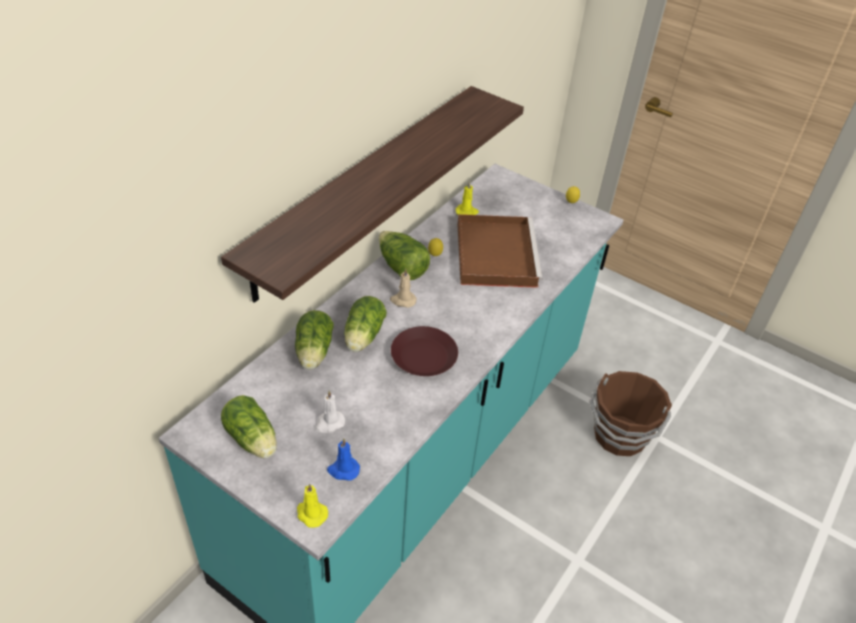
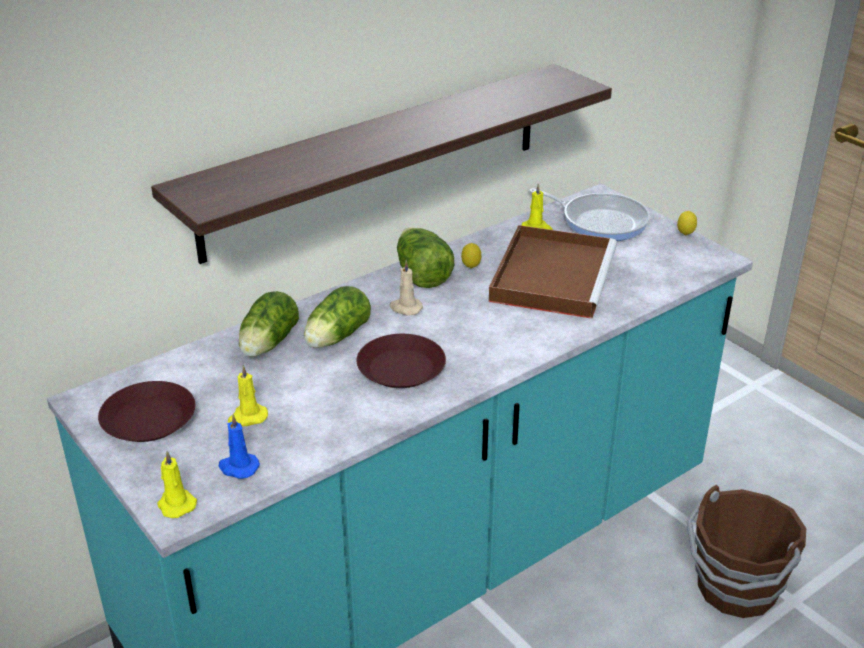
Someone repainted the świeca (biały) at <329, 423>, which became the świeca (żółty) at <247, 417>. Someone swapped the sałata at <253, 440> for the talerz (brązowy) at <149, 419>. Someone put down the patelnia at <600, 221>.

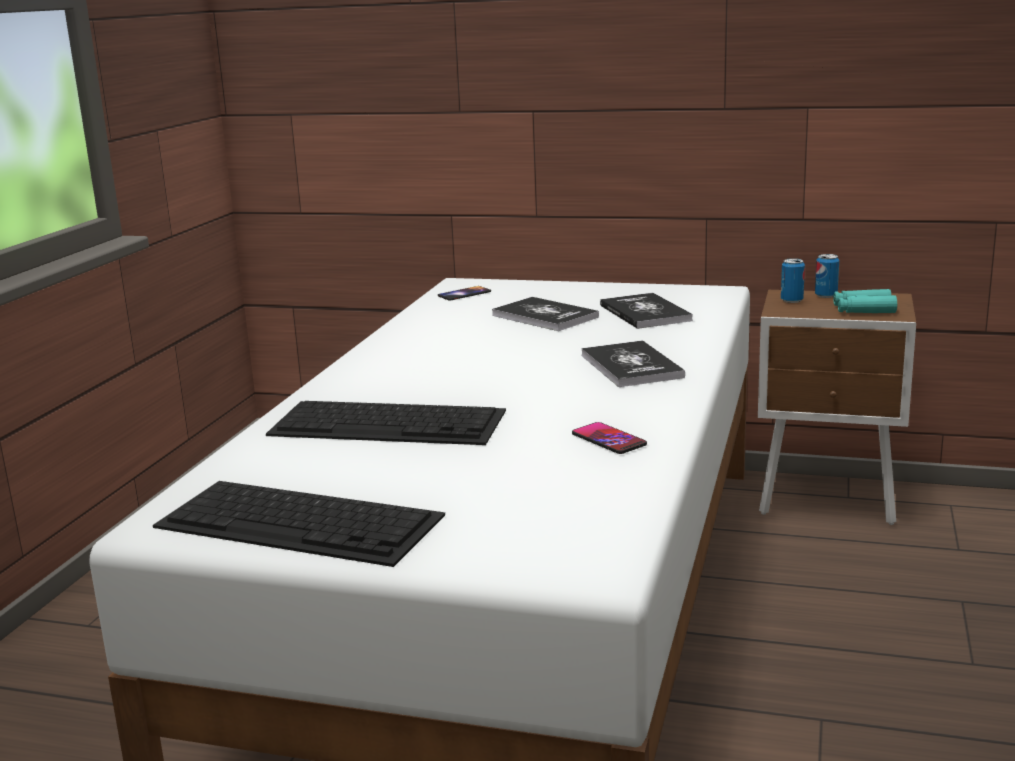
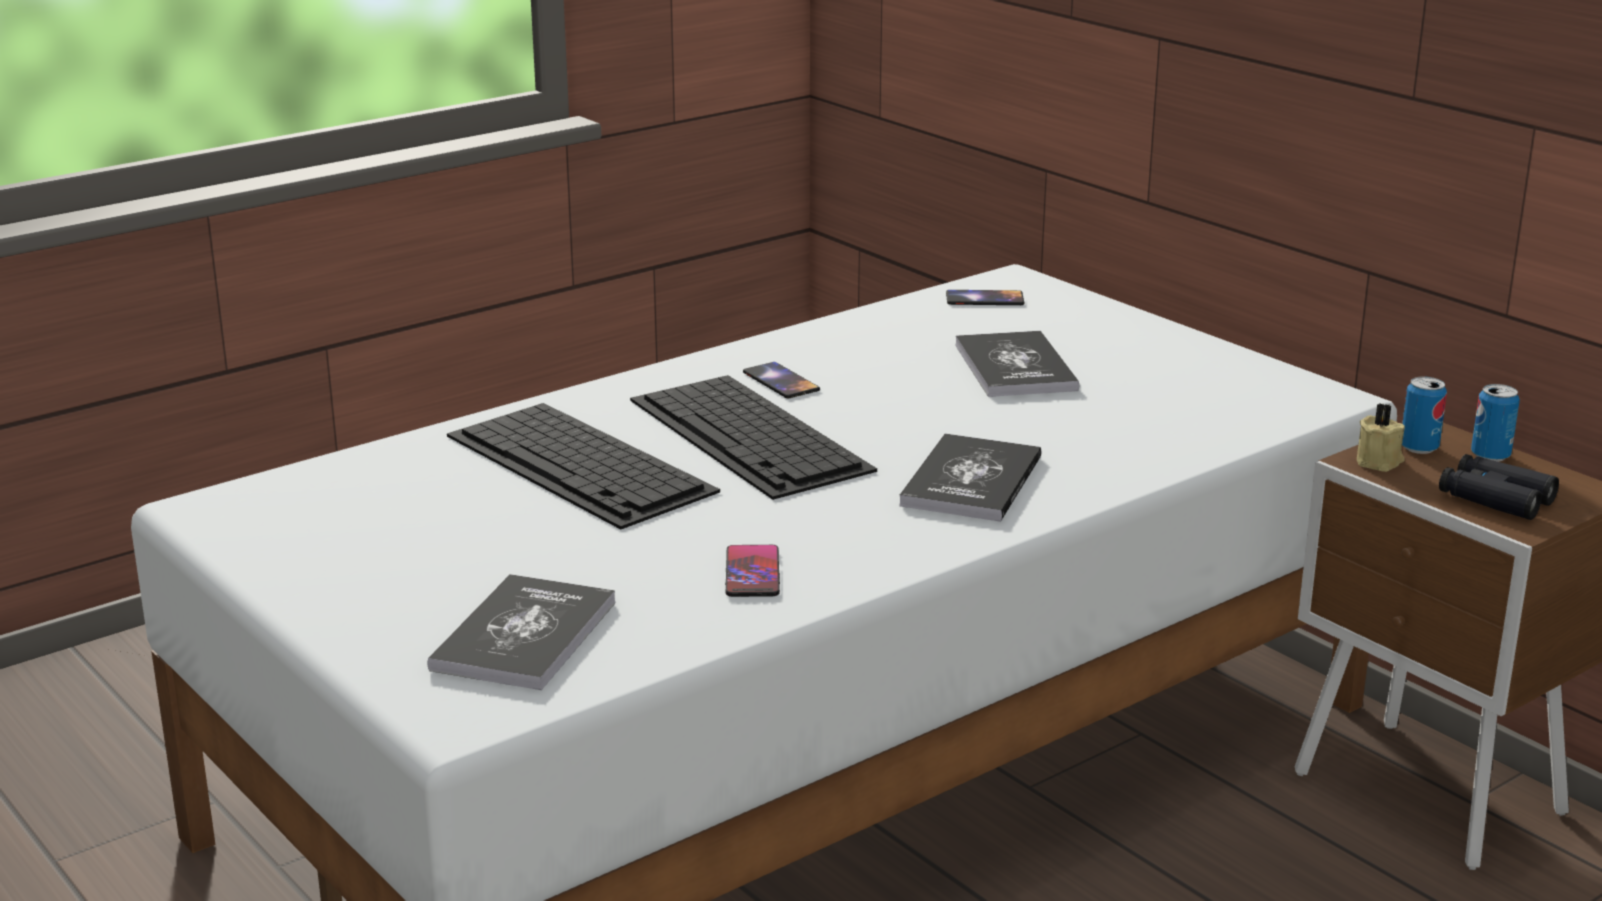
Someone repainted the lornetka (turkusowy) at <863, 309>, which became the lornetka (czarny) at <1495, 498>. Someone carried the książka from <645, 313> to <524, 635>. Someone carried the klawiatura from <302, 521> to <751, 435>. Someone put down the telefon at <781, 381>. Someone put down the świeca (beżowy) at <1380, 462>.

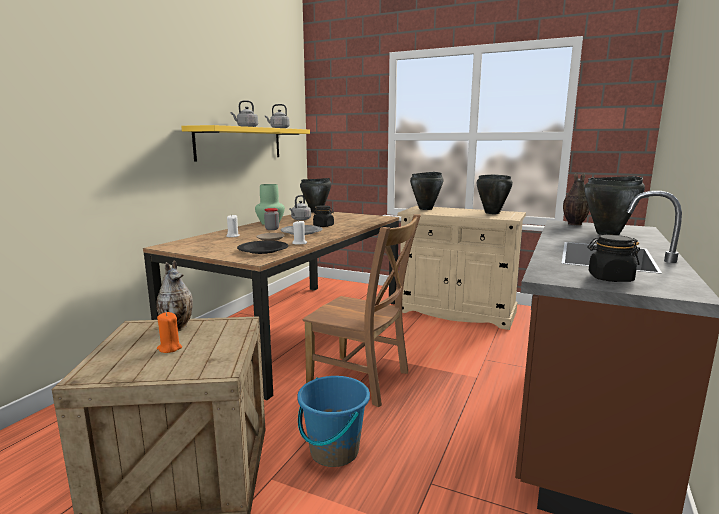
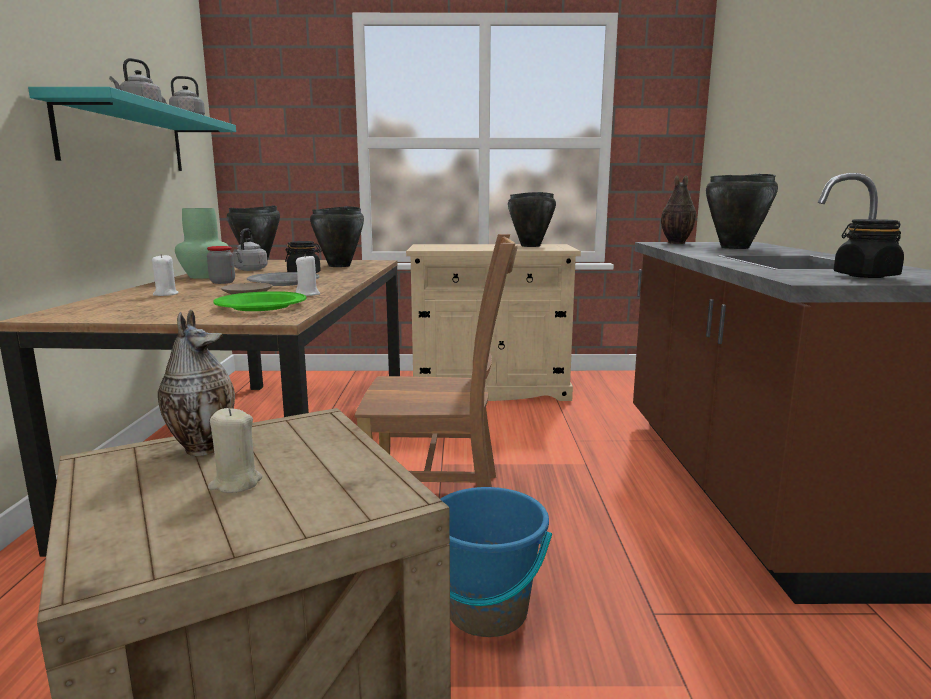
Someone repainted the półka (żółty) at <240, 143>, which became the półka (turkusowy) at <125, 138>. Someone carried the garnek (czarny) from <426, 209> to <340, 266>. Someone repainted the talerz (czarny) at <262, 250>, which became the talerz (zielony) at <260, 306>. Someone repainted the świeca (pomarańczowy) at <169, 348>, which became the świeca (beżowy) at <235, 483>.

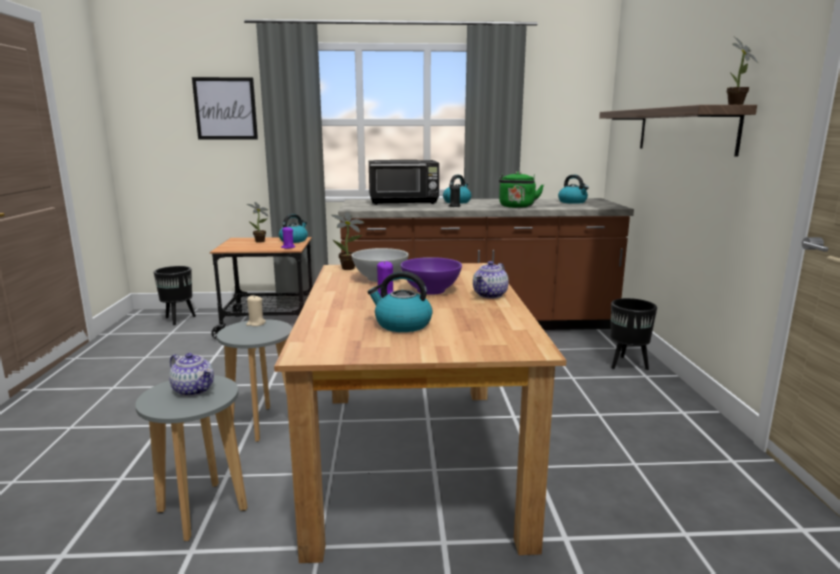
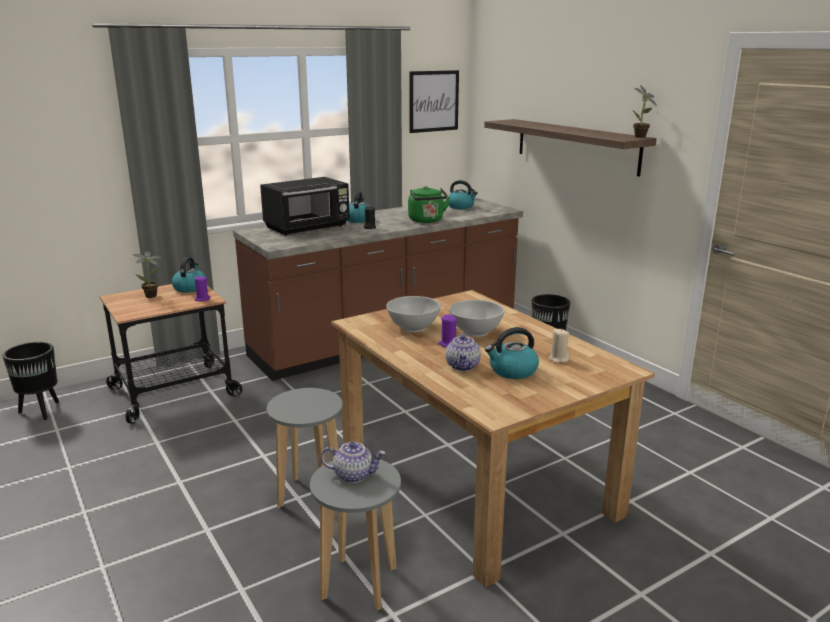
Someone carried the obraz from <225, 108> to <433, 101>. Someone took away the roślina doniczkowa at <350, 268>. Someone repainted the miska (fioletowy) at <430, 290>, which became the miska (biały) at <476, 332>. Someone carried the imbryk from <490, 295> to <463, 366>. Someone carried the świeca (beżowy) from <256, 323> to <558, 359>.

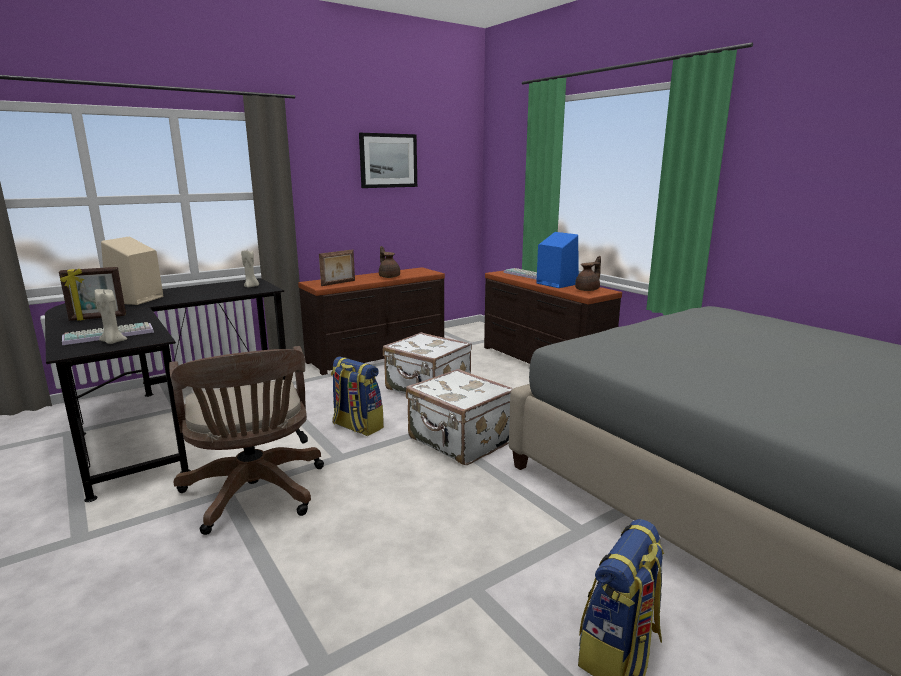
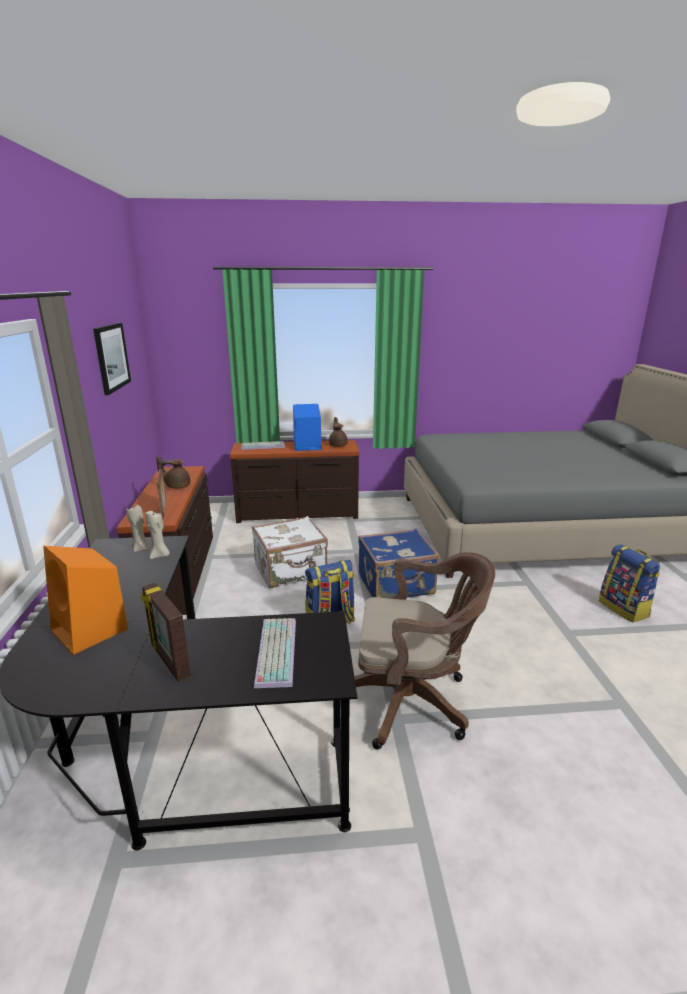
Someone repainted the głośnik (beżowy) at <134, 300>, which became the głośnik (pomarańczowy) at <91, 630>. Someone rotated the ramka na zdjęcie at <98, 318> by 135 degrees clockwise. Someone carried the świeca (beżowy) from <113, 342> to <160, 556>. Someone repainted the walizka (biały) at <460, 441>, which became the walizka (niebieski) at <396, 585>.

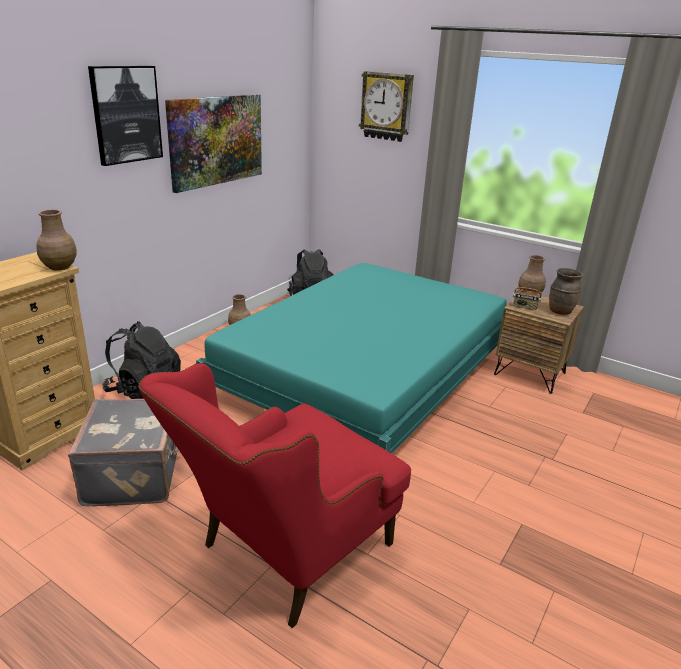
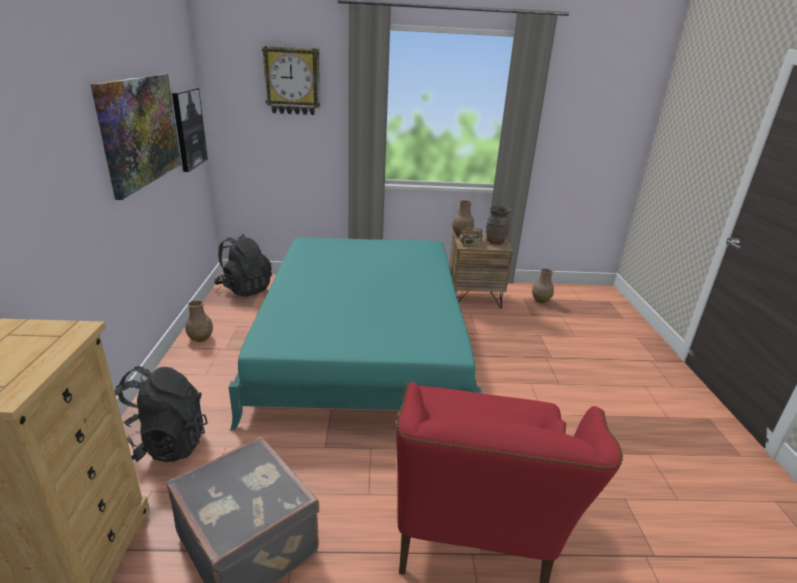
Someone carried the obraz from <126, 114> to <188, 129>. Someone carried the wazon (brązowy) from <60, 267> to <540, 300>.

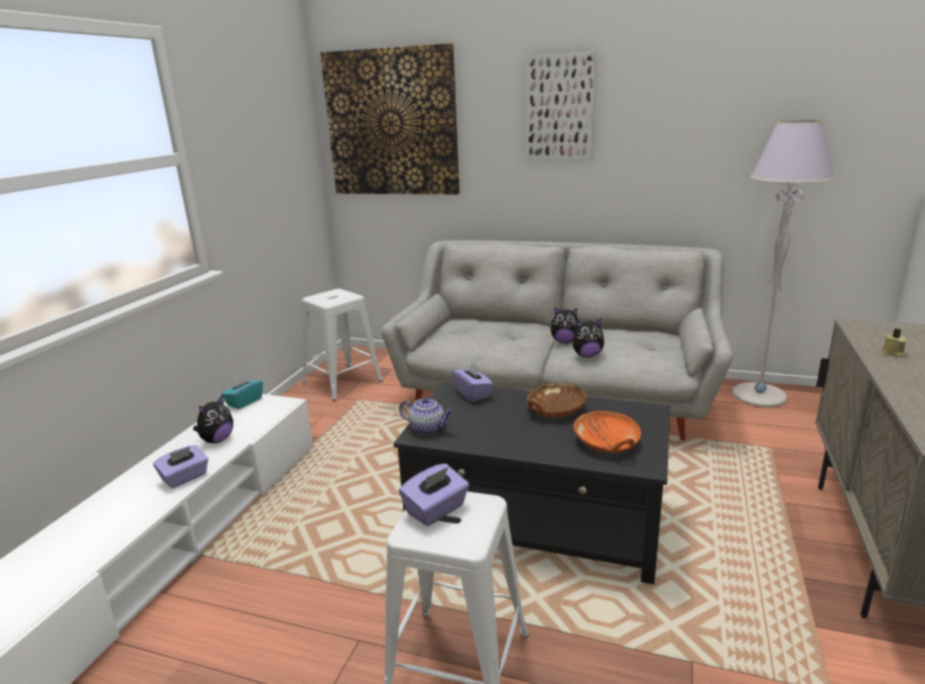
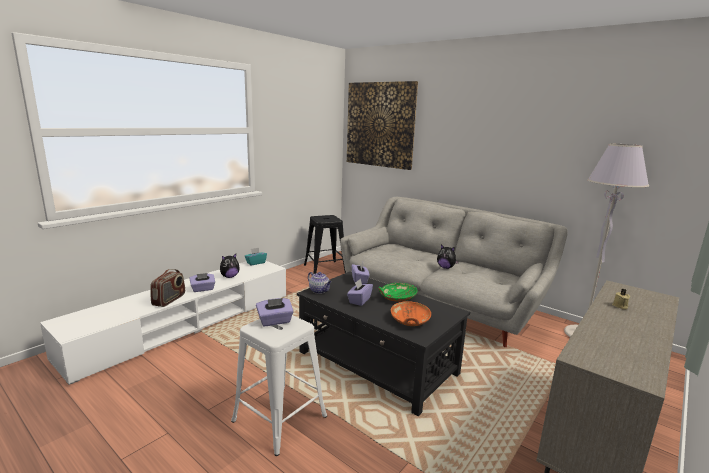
Someone took away the obraz at <560, 108>. Someone repainted the stołek (biały) at <342, 382>, which became the stołek (czarny) at <325, 269>. Someone took away the pluszak at <587, 355>. Someone repainted the miska (brązowy) at <555, 409>, which became the miska (zielony) at <397, 298>. Someone put down the radio at <169, 300>. Someone put down the pudełko chusteczek (fioletowy) at <359, 300>.

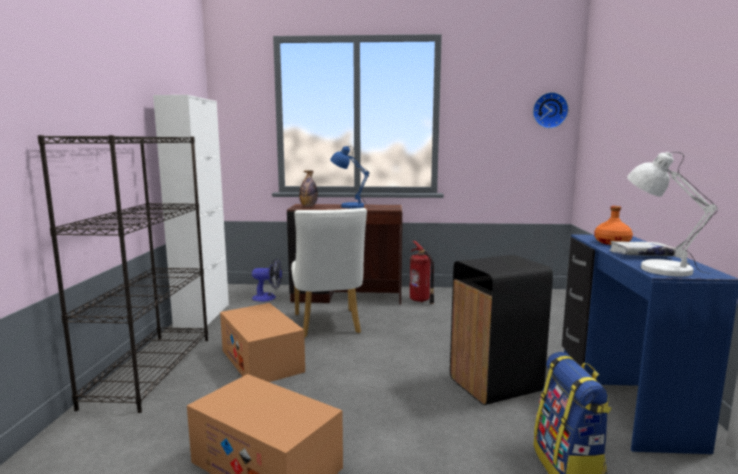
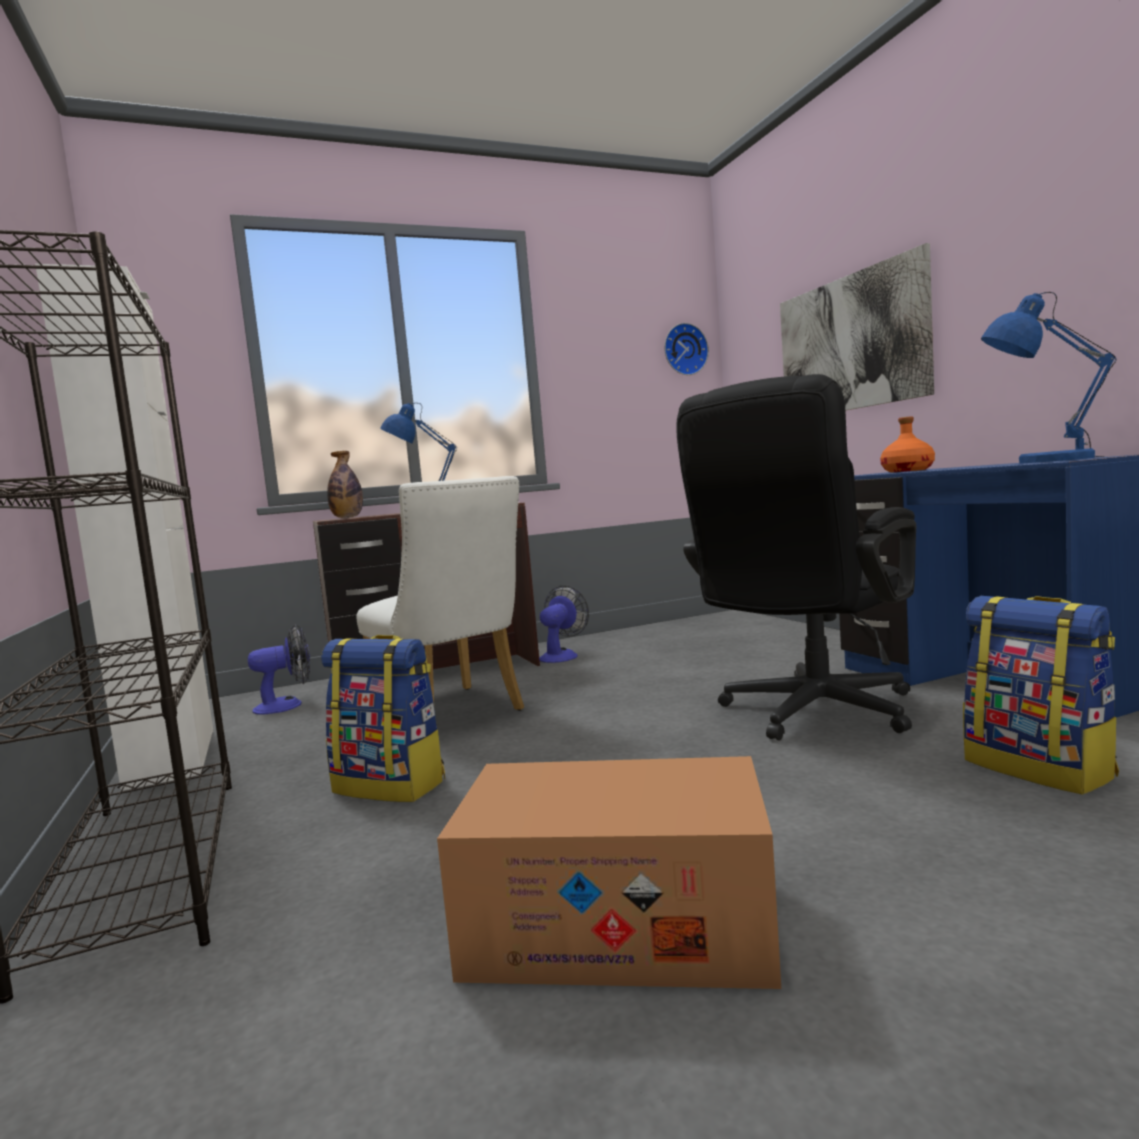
Someone repainted the lampa stołowa (biały) at <659, 269>, which became the lampa stołowa (niebieski) at <1045, 461>. Someone swapped the gaśnica at <420, 300> for the wentylator at <562, 655>. Someone took away the książka (biały) at <640, 255>. Someone swapped the kosz na śmieci (czarny) at <494, 385> for the krzesło biurowe (czarny) at <808, 715>. Someone swapped the karton at <262, 360> for the plecak at <391, 785>. Someone put up the obraz at <850, 343>.

